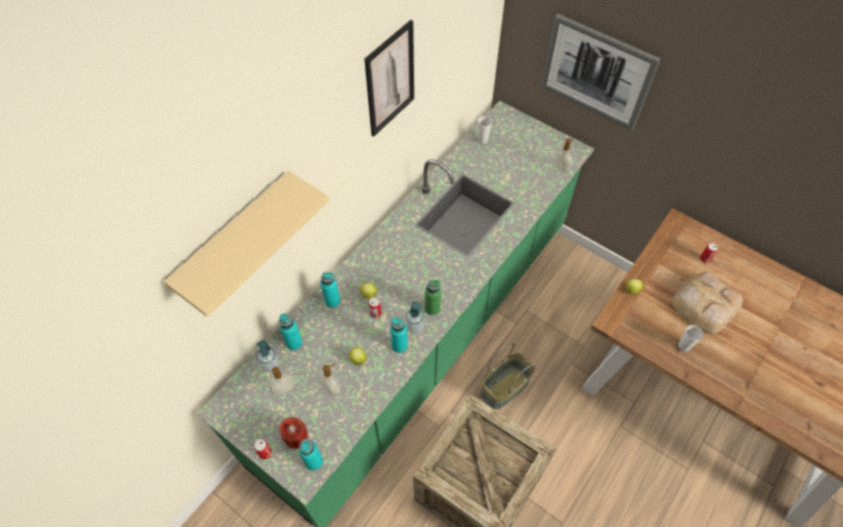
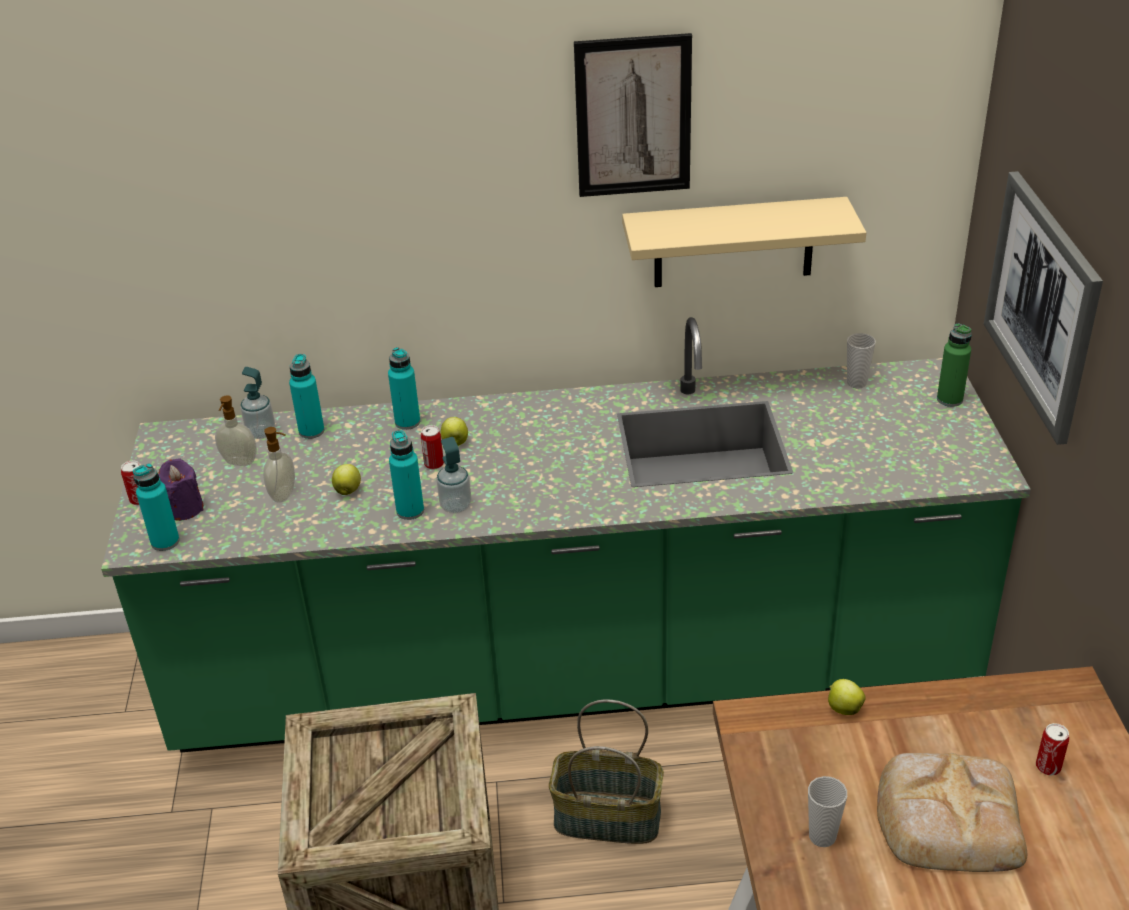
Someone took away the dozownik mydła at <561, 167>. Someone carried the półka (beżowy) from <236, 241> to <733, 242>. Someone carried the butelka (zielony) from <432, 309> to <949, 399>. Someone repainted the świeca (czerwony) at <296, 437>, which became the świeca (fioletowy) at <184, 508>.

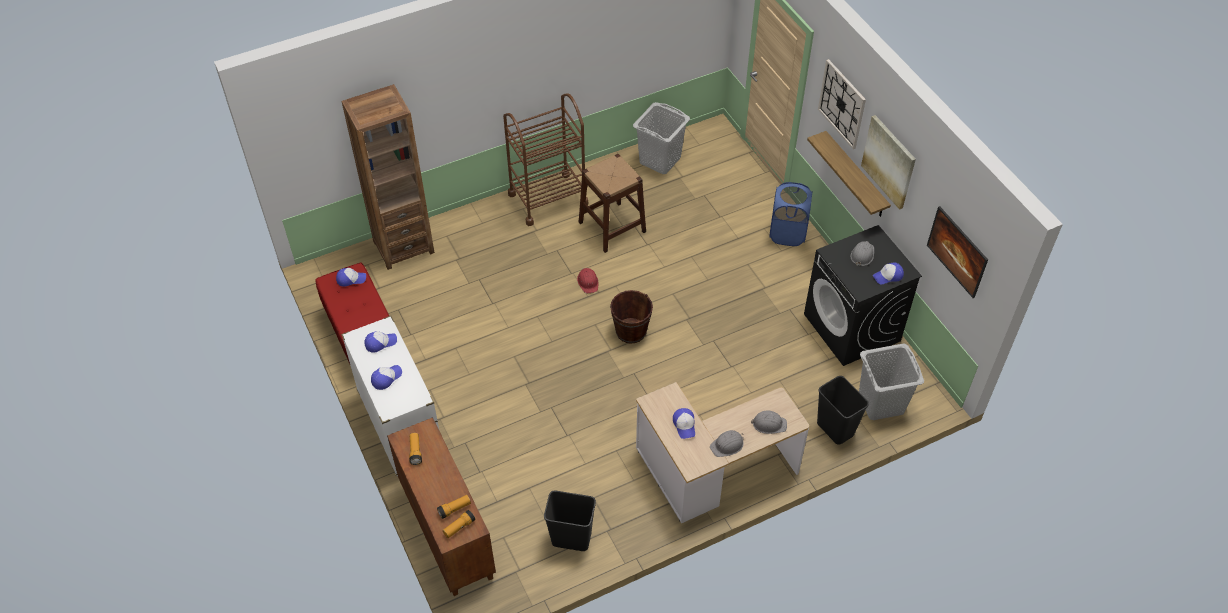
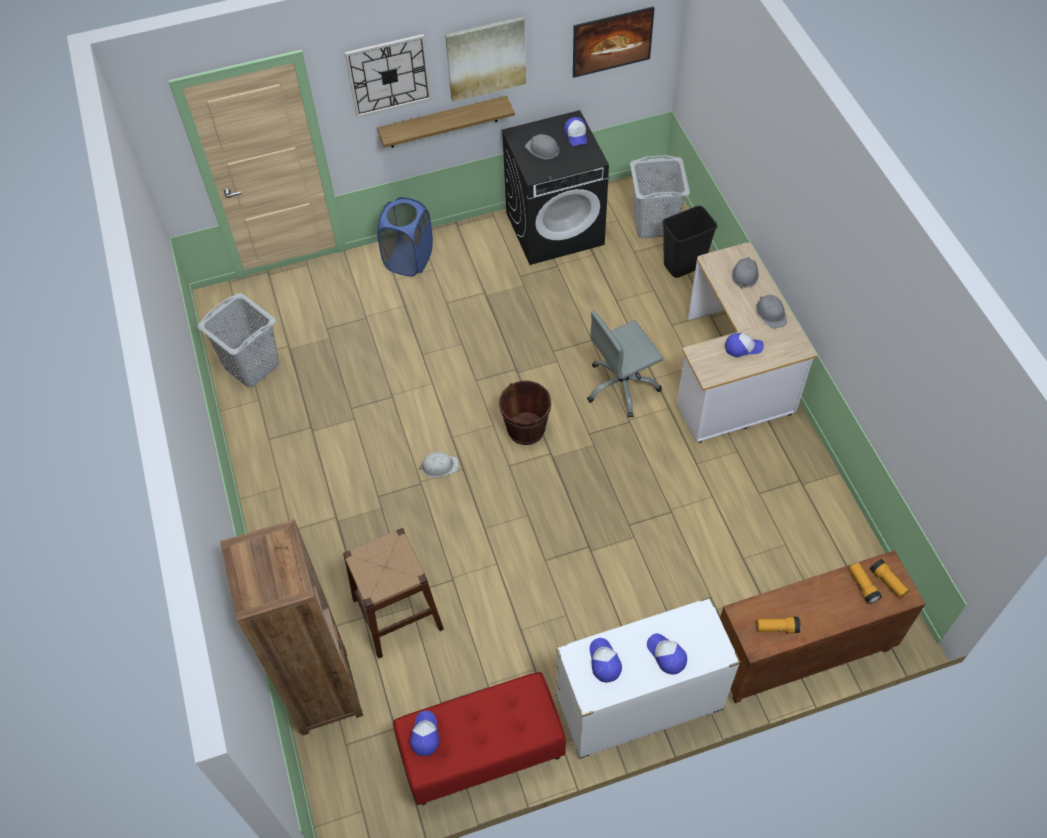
Someone took away the wózek (brązowy) at <548, 198>. Someone carried the stołek (brązowy) from <612, 227> to <397, 613>. Someone repainted the kask (czerwony) at <588, 282>, which became the kask (biały) at <439, 466>. Someone took away the kosz na śmieci (czarny) at <571, 539>. Someone put down the krzesło biurowe (szary) at <622, 386>.

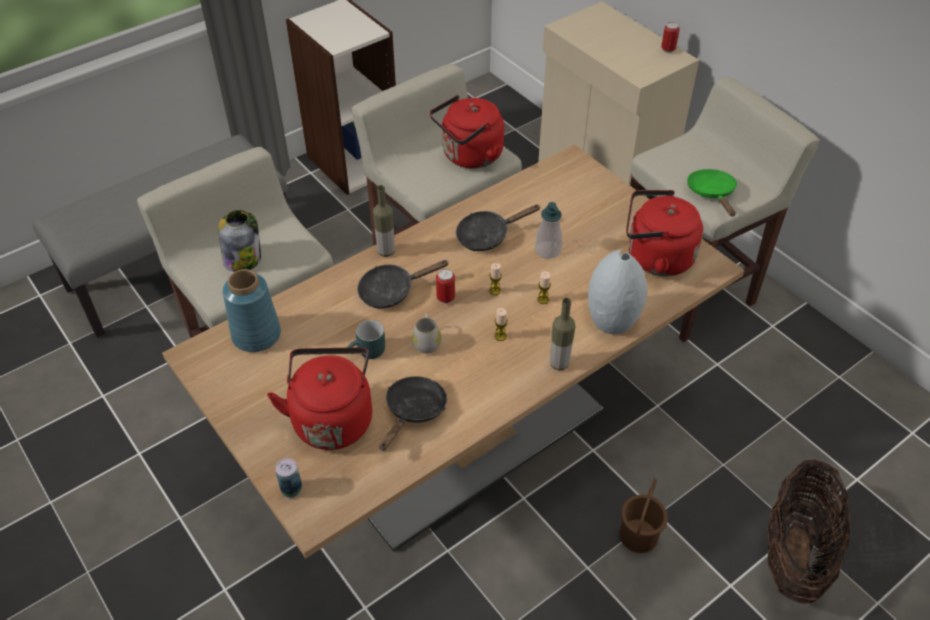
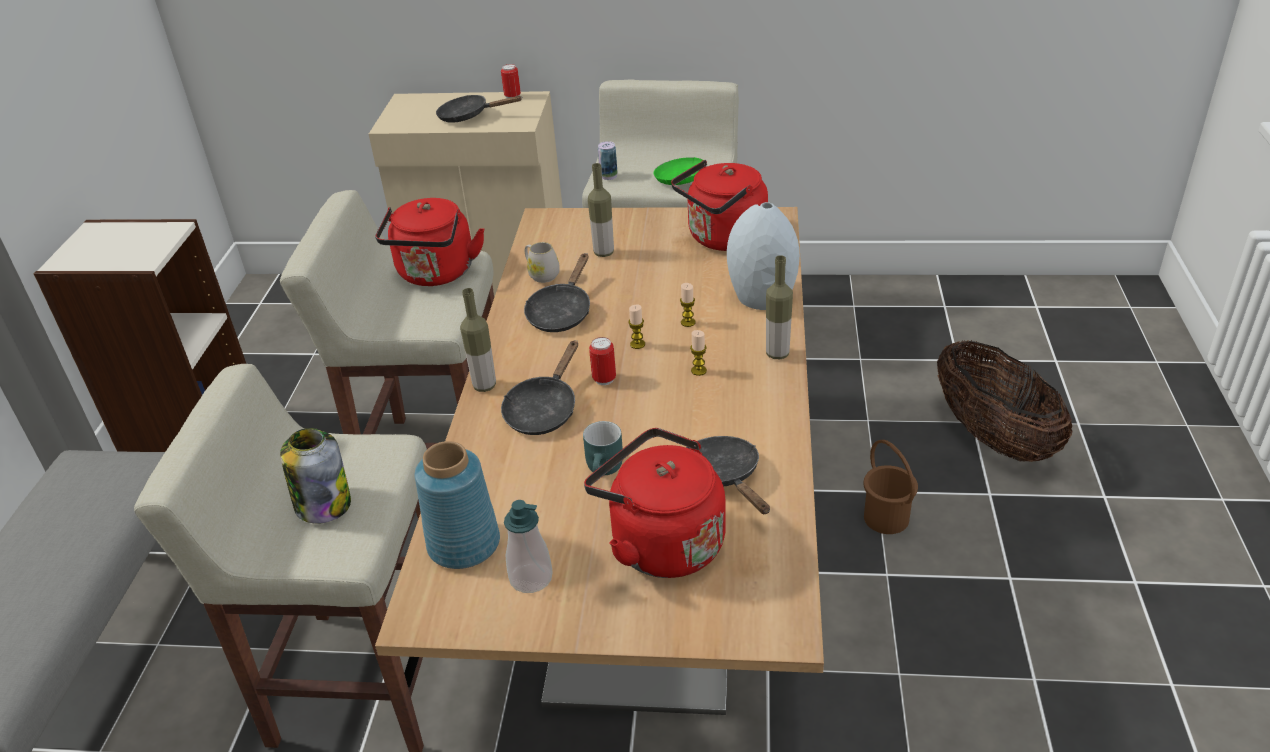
Someone carried the dozownik mydła from <548, 250> to <531, 578>. Someone carried the kubek (biały) from <427, 342> to <541, 274>. Someone carried the puszka from <291, 489> to <608, 176>. Someone put down the patelnia (czarny) at <469, 116>. Someone put down the butelka at <604, 253>.

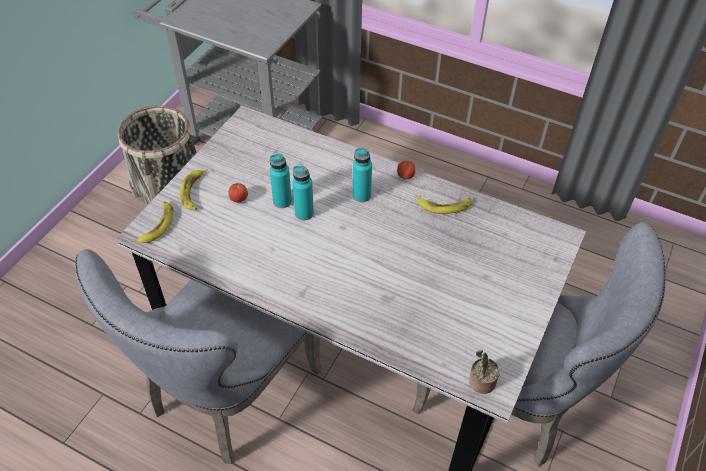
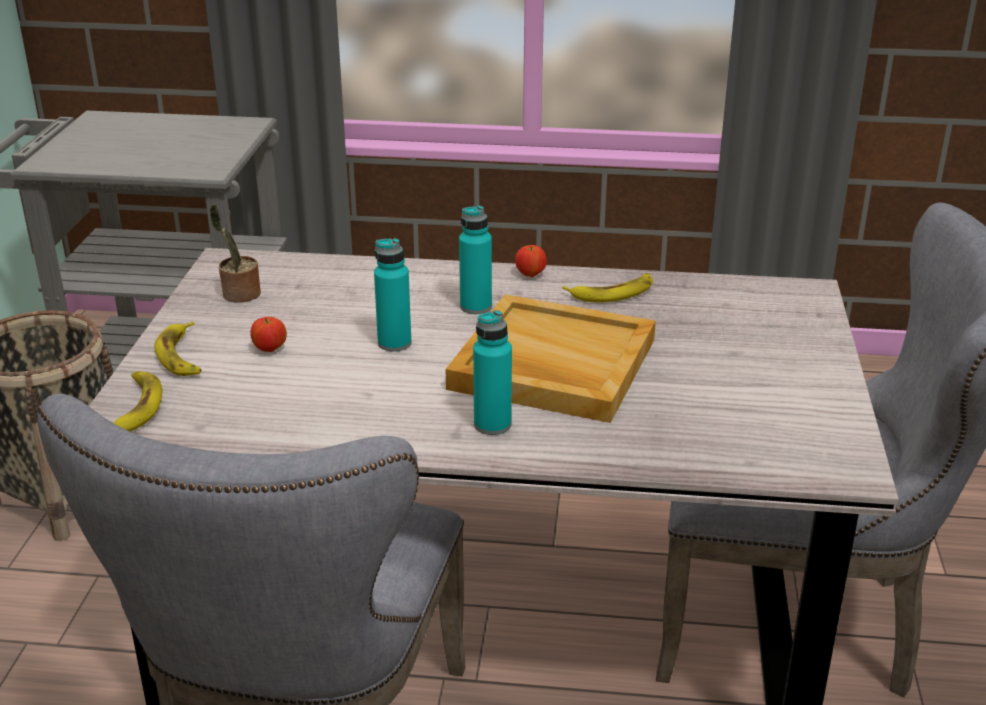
Someone carried the butelka (turkusowy) from <282, 201> to <492, 425>. Someone carried the roślina doniczkowa from <480, 382> to <239, 295>. Someone put down the taca (beżowy) at <551, 364>.

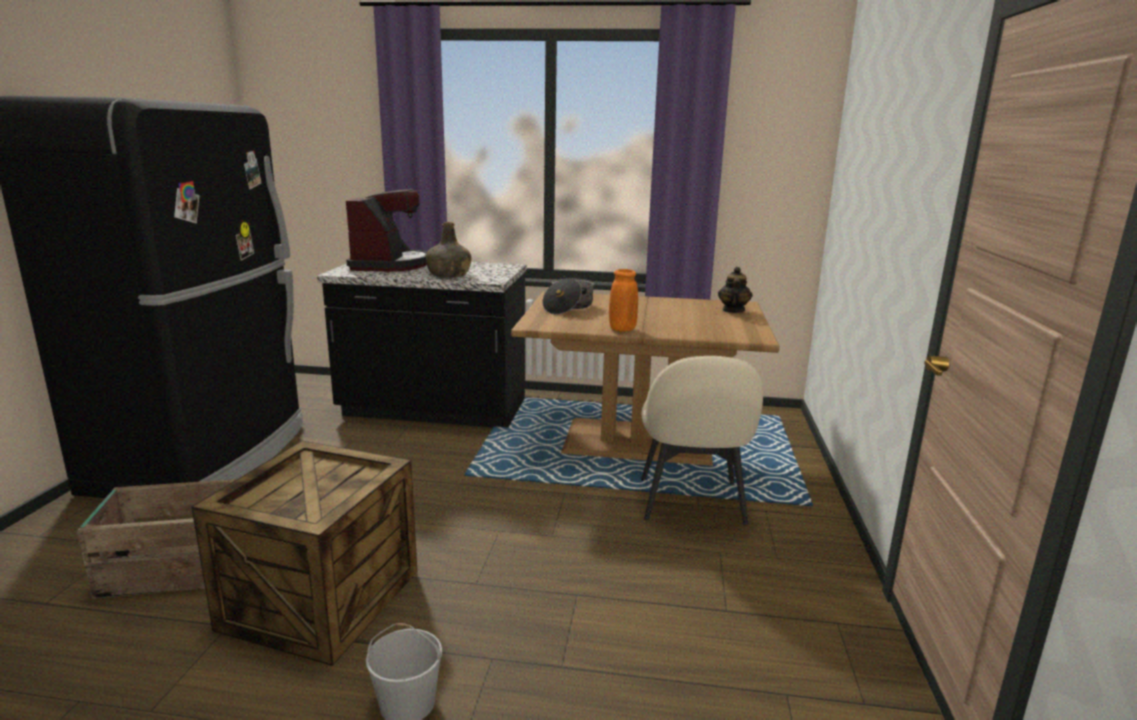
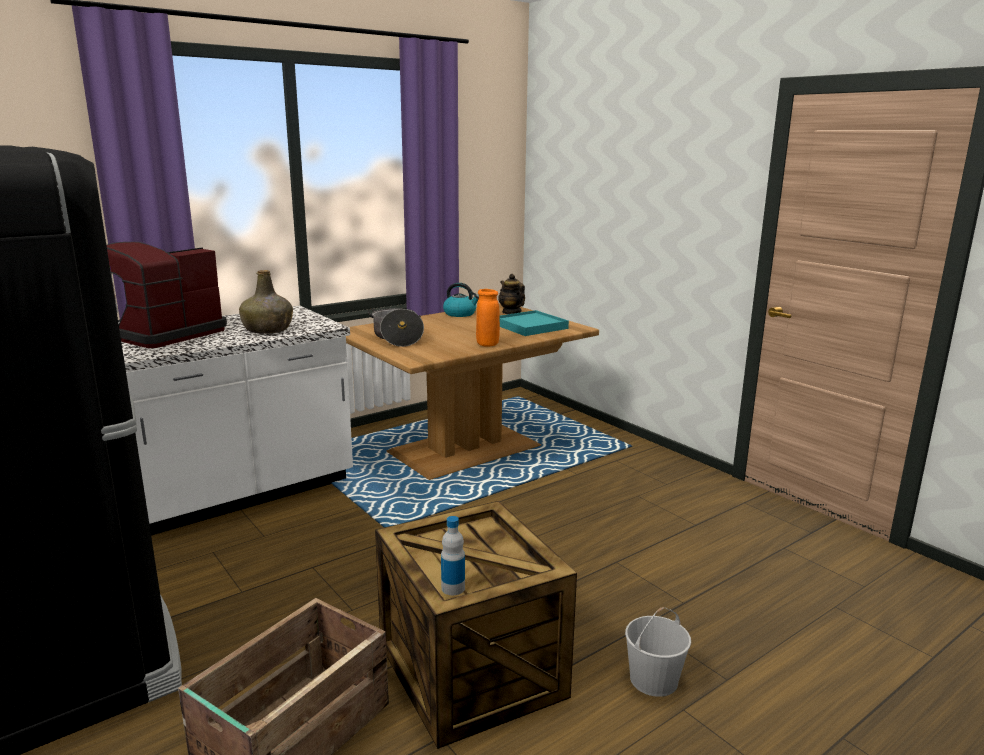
Someone rotated the ekspres do kawy at <390, 265> by 105 degrees counterclockwise. Someone repainted the zabudowa kuchenna (czarny) at <433, 410>, which became the zabudowa kuchenna (biały) at <241, 492>. Someone took away the krzesło (beżowy) at <691, 503>. Someone put down the czajnik at <460, 314>. Someone put down the taca (turkusowy) at <530, 326>. Someone put down the butelka at <453, 588>.

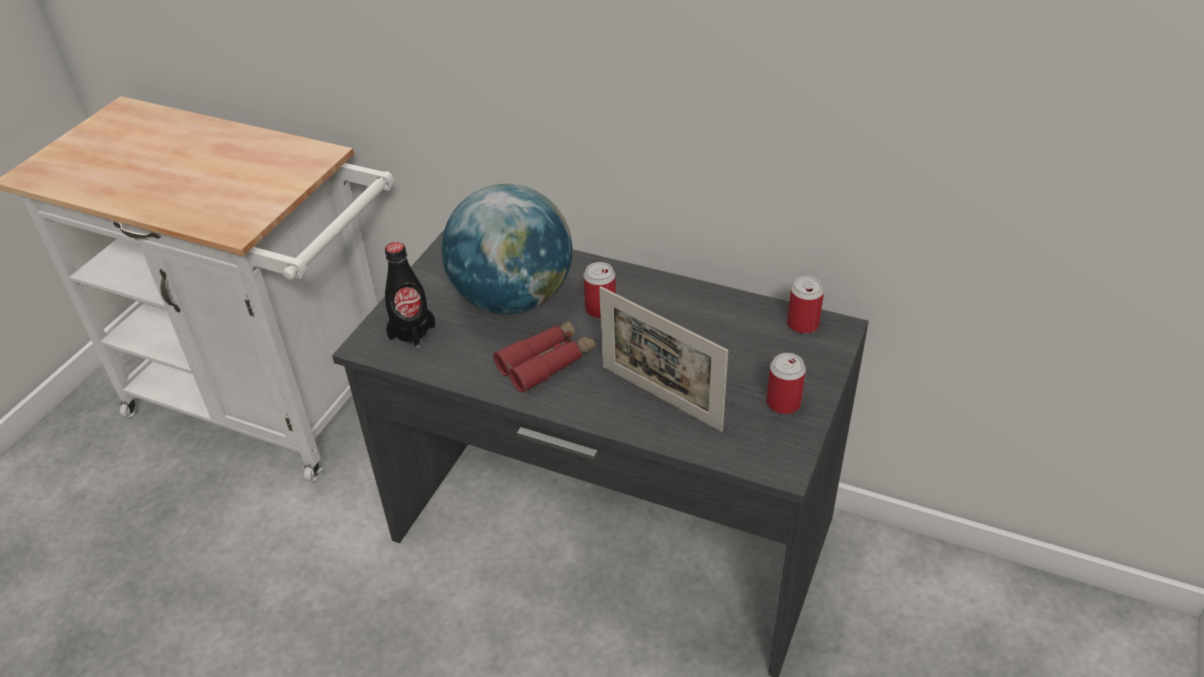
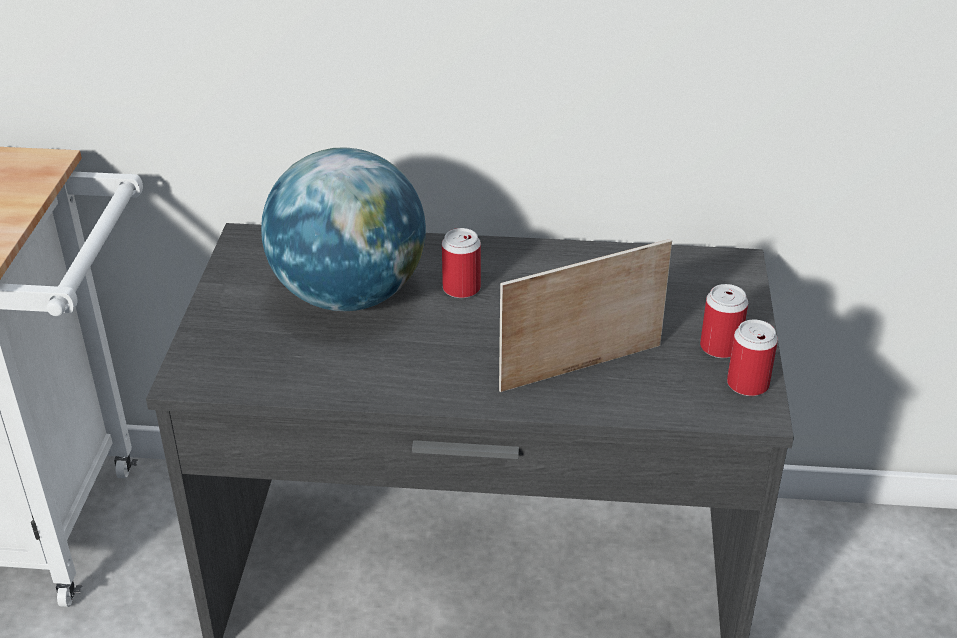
Someone took away the butelka (czarny) at <412, 332>. Someone carried the puszka from <802, 324> to <747, 384>. Someone rotated the ramka na zdjęcie at <660, 397> by 135 degrees clockwise. Someone took away the lornetka (czerwony) at <546, 362>.

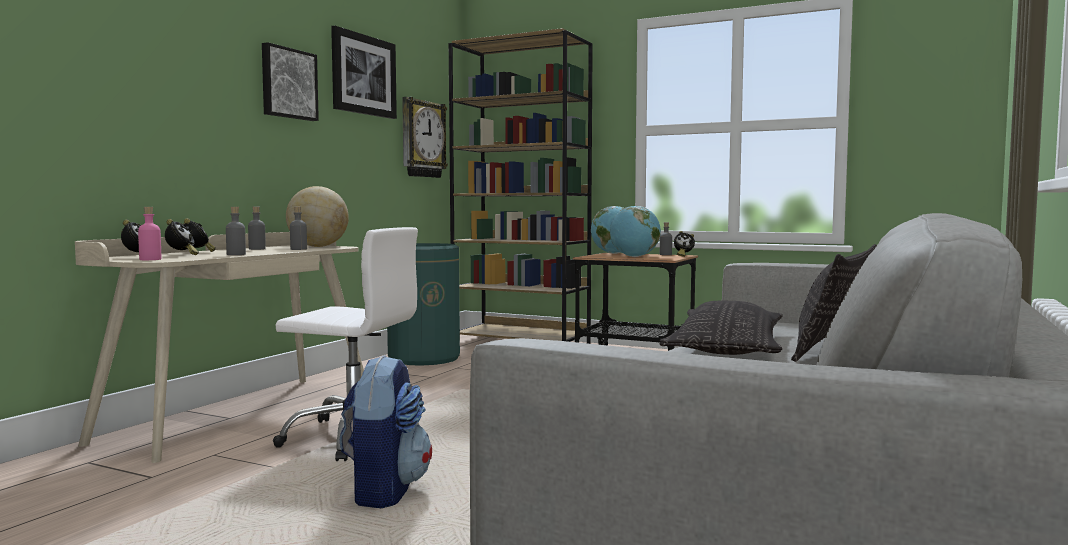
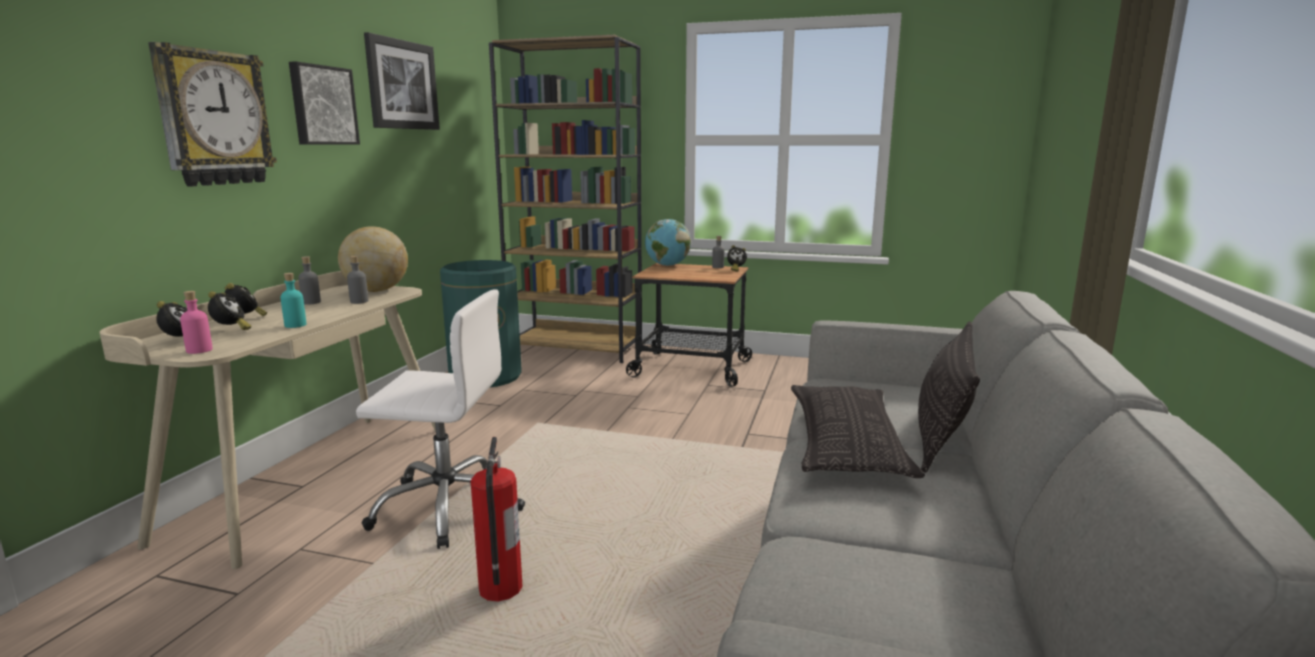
Someone carried the zegar ścienny from <422, 139> to <213, 118>. Someone took away the globus at <634, 257>. Someone repainted the butelka (szary) at <236, 254>, which became the butelka (turkusowy) at <295, 325>. Someone swapped the plecak at <384, 491> for the gaśnica at <500, 590>.

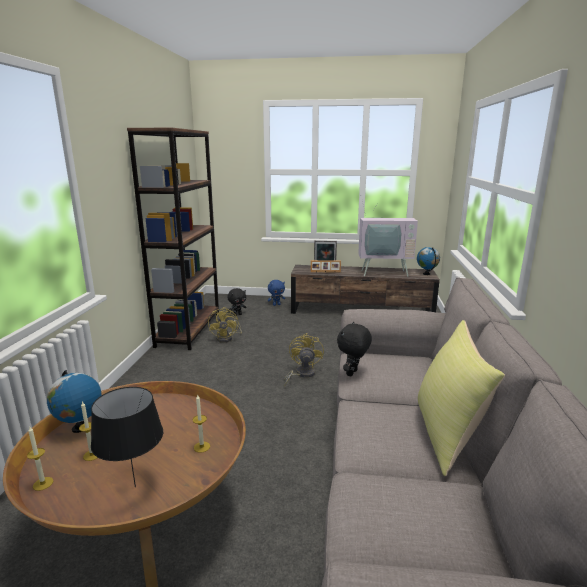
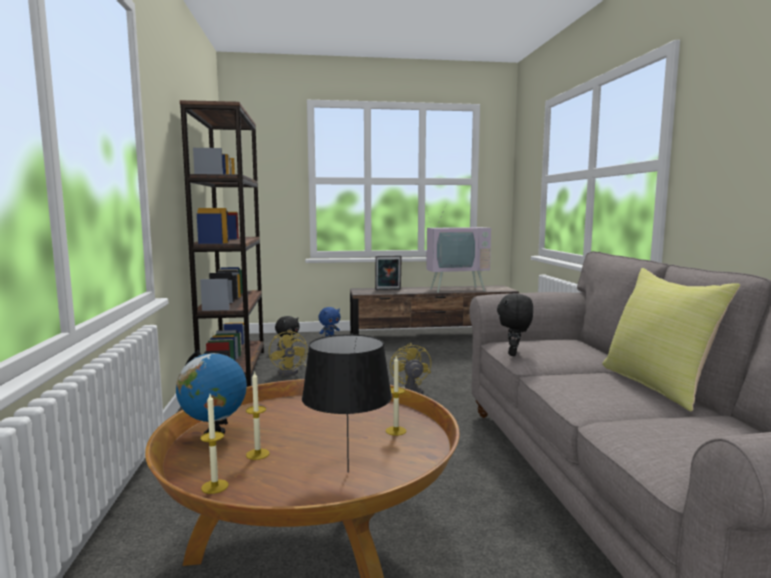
Someone took away the globus at <426, 274>. Someone took away the ramka na zdjęcie at <325, 272>.

